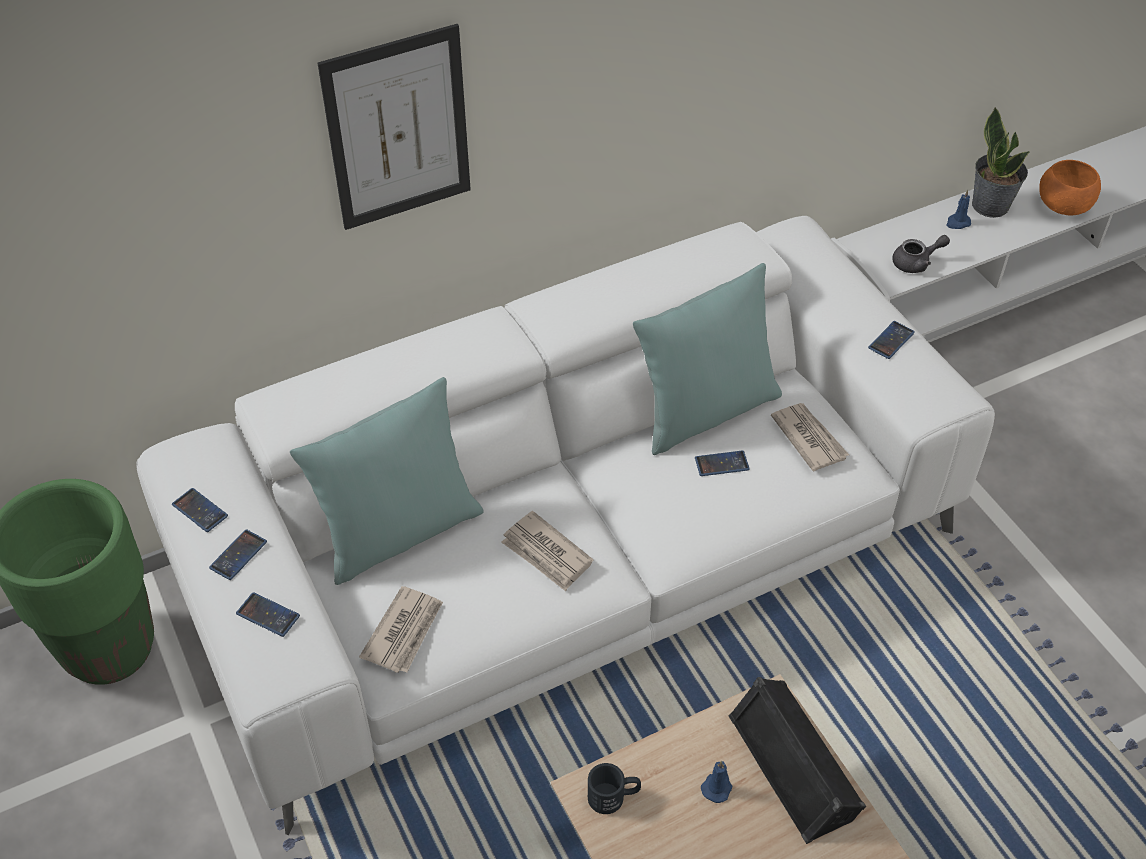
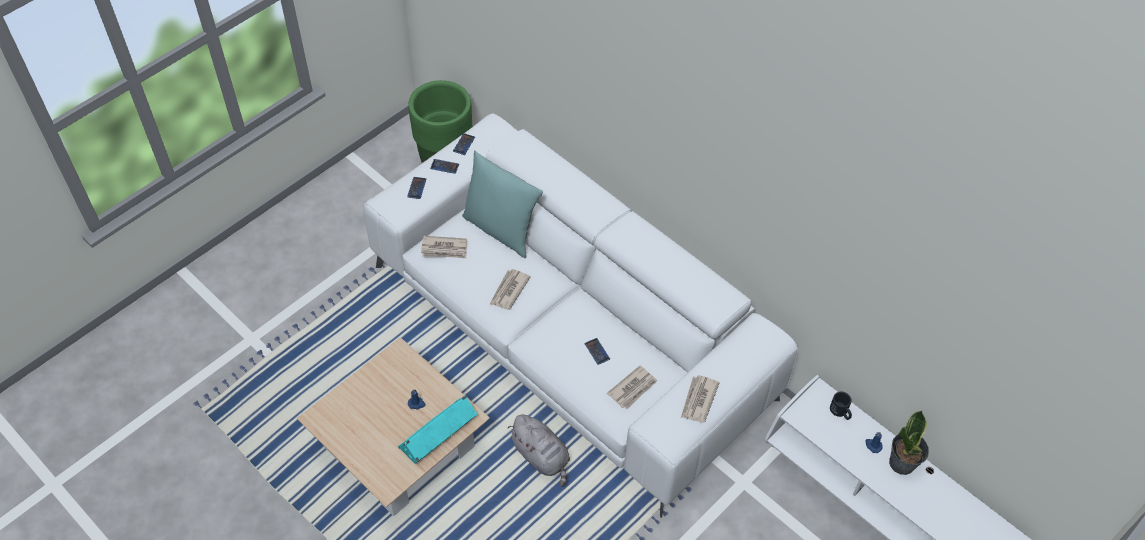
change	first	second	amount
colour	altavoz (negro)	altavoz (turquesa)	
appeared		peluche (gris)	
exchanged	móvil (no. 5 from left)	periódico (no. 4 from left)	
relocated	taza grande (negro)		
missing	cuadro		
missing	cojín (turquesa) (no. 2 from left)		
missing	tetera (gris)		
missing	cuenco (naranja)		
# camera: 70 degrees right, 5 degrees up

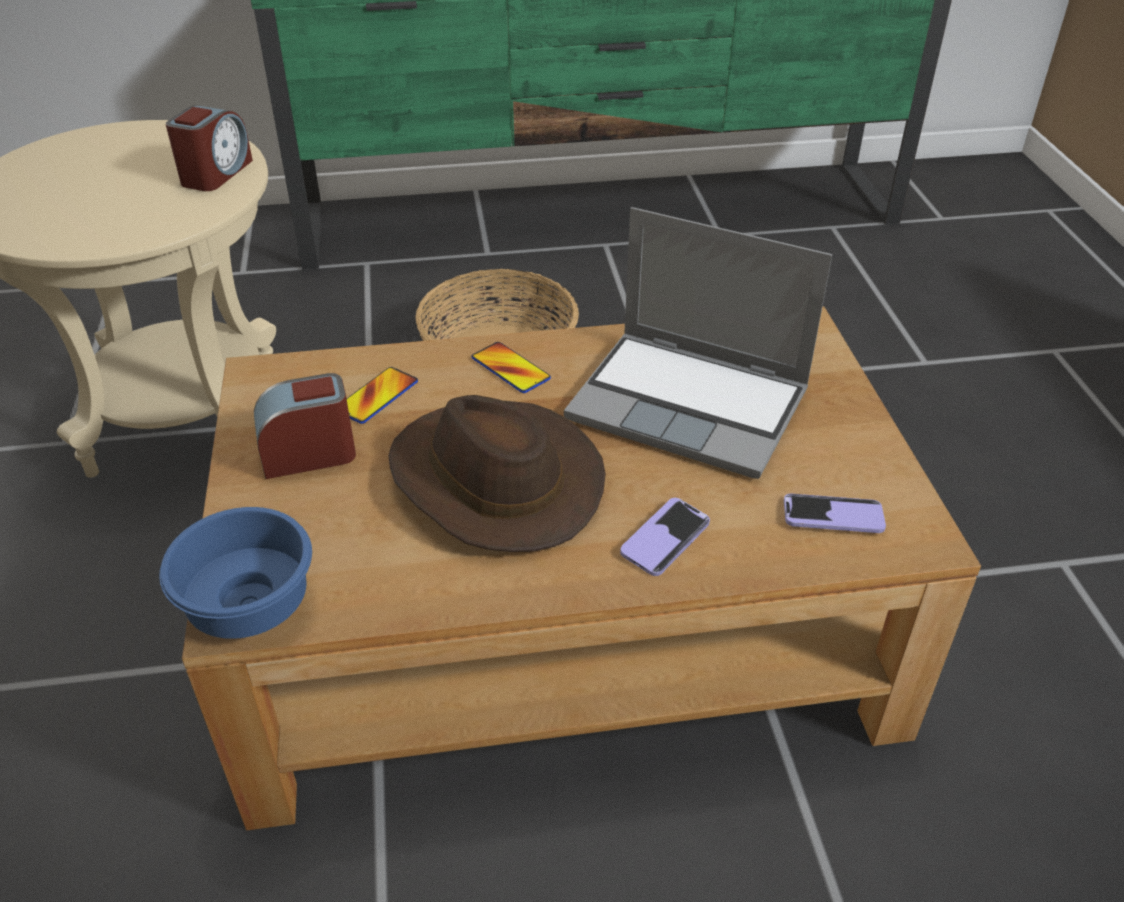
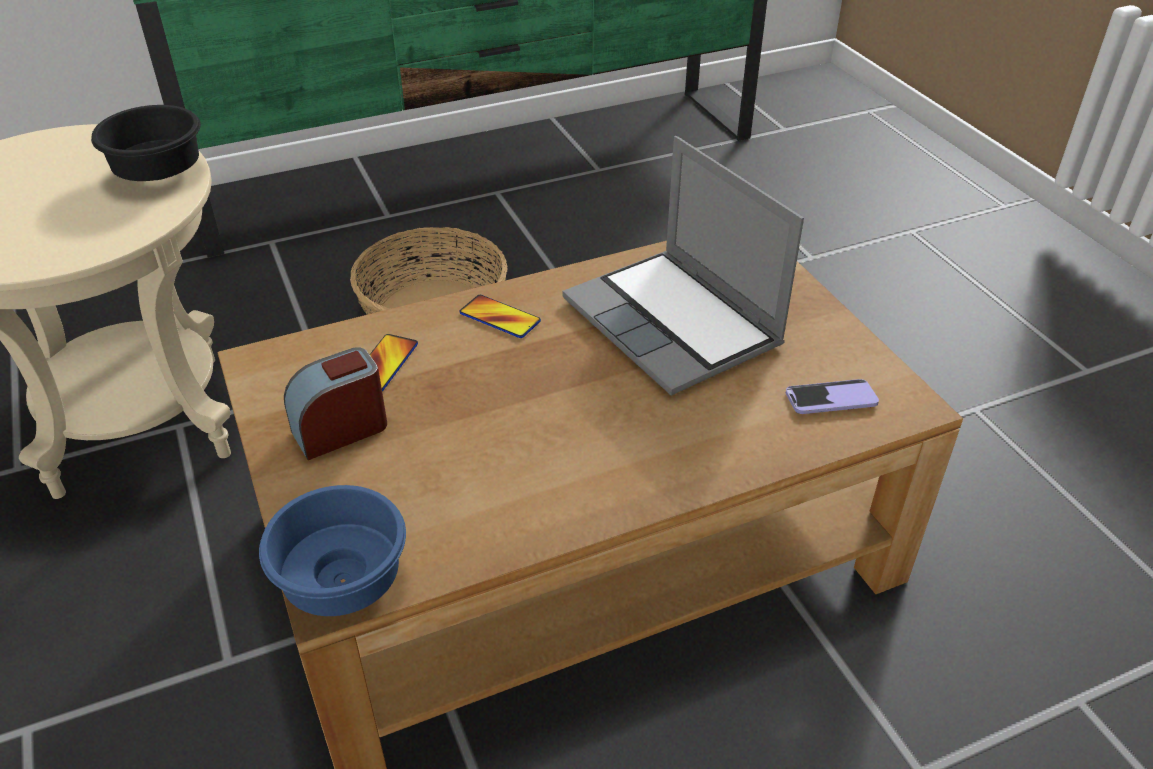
change	first	second	amount
exchanged	despertador (no. 1 from left)	cuenco (negro)	
spun	portátil		45 degrees clockwise
missing	sombrero (marrón)		
missing	móvil (no. 3 from left)		
# camera: 15 degrees left, 0 degrees up

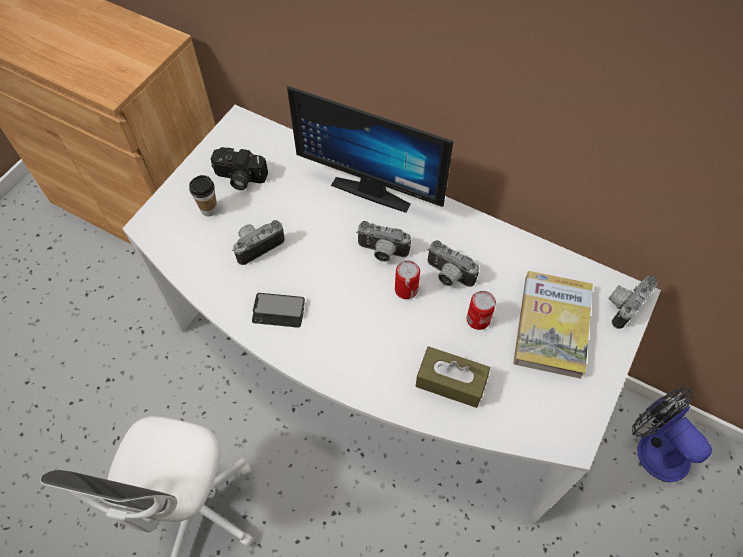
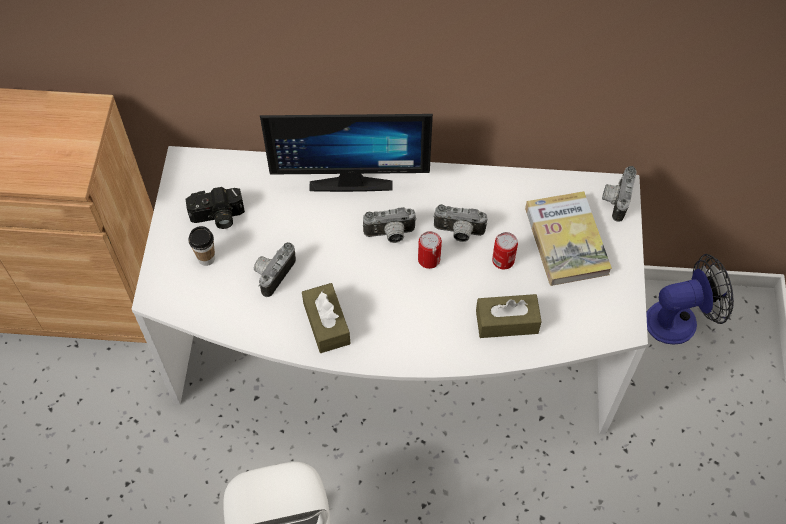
change	first	second	amount
exchanged	móvil	caja de pañuelos (marrón) (no. 1 from left)	
spun	ventilador		135 degrees clockwise
# camera: 25 degrees left, 0 degrees up

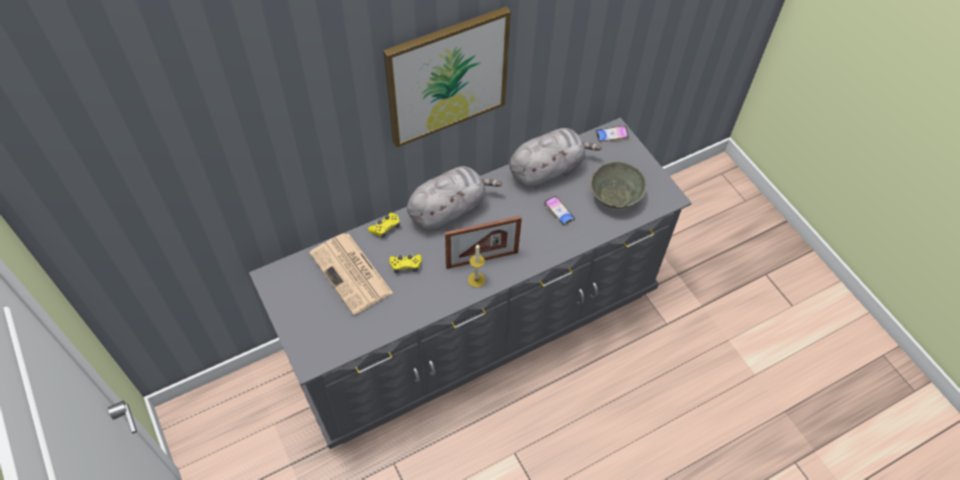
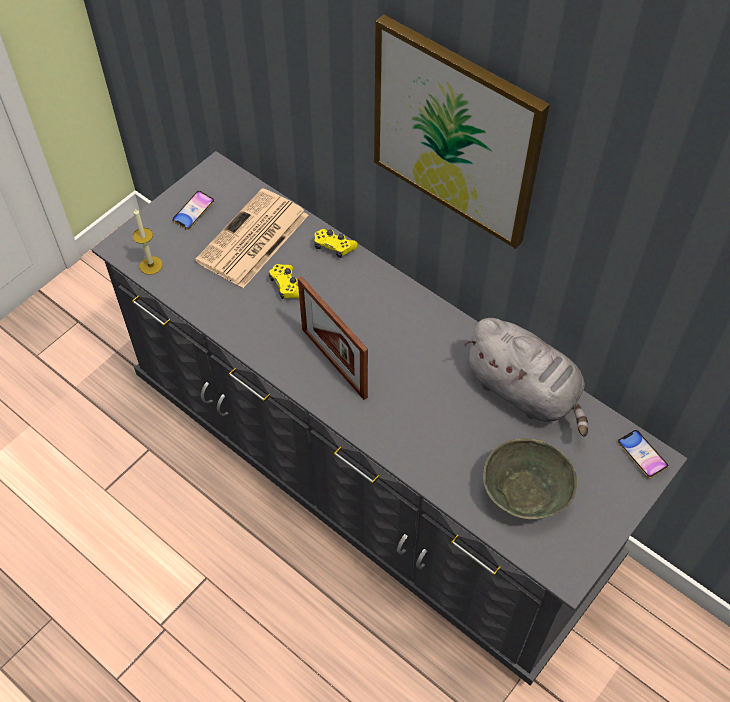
change	first	second	amount
relocated	vela		
relocated	móvil (no. 1 from left)		
missing	peluche (gris) (no. 1 from left)		
# camera: 70 degrees right, 0 degrees up

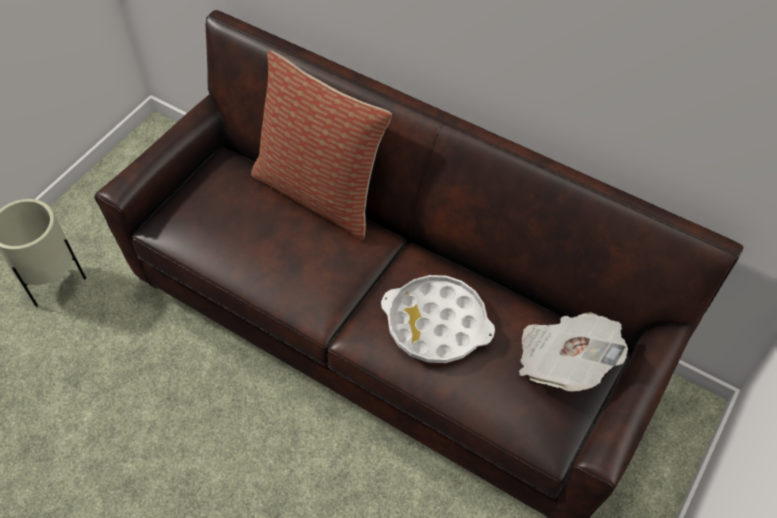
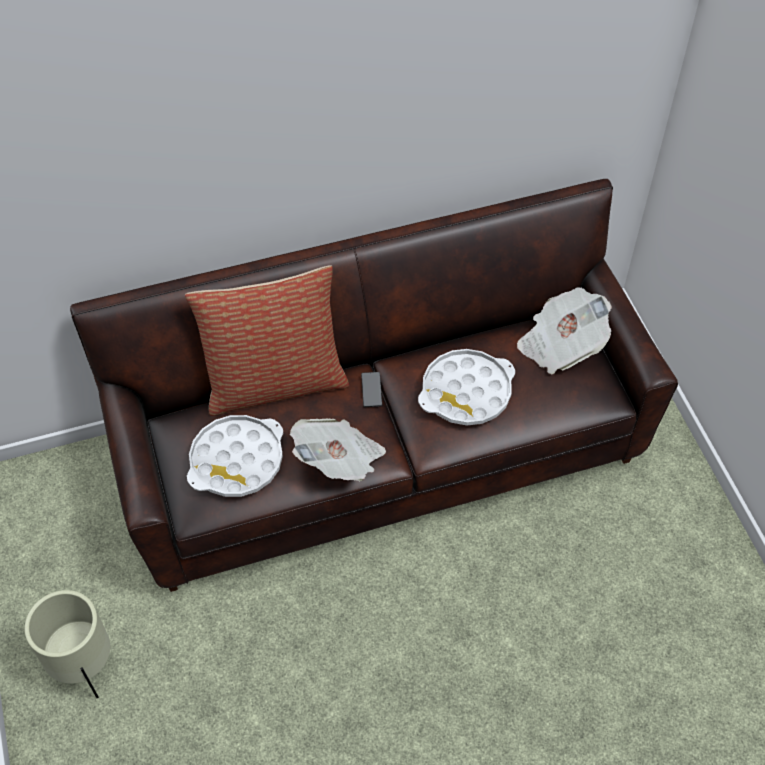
change	first	second	amount
appeared		bandeja (blanco) (no. 1 from left)	
appeared		periódico (no. 1 from left)	
appeared		móvil	
# camera: 50 degrees left, 0 degrees up

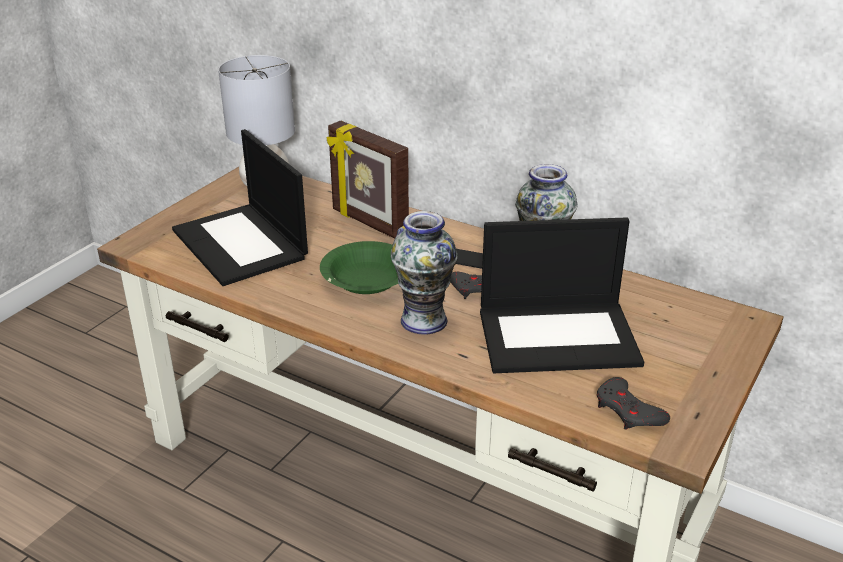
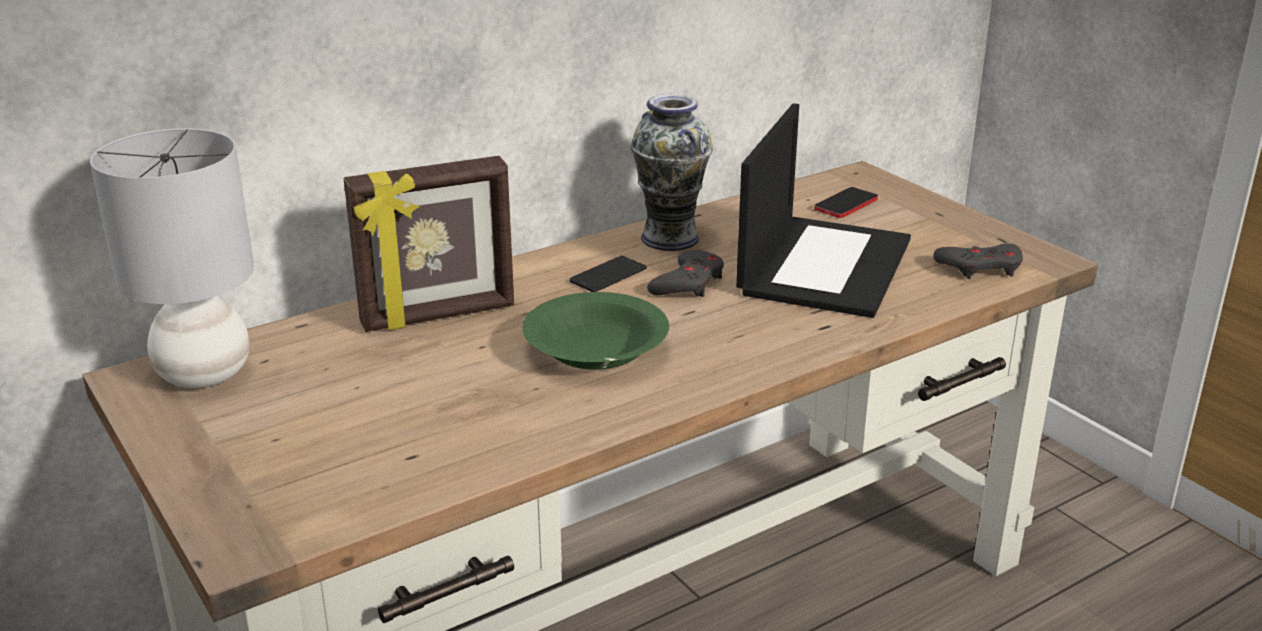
change	first	second	amount
appeared		móvil (no. 2 from left)	
missing	portátil (no. 1 from left)		
missing	florero (no. 1 from left)		
# camera: 65 degrees left, 5 degrees down

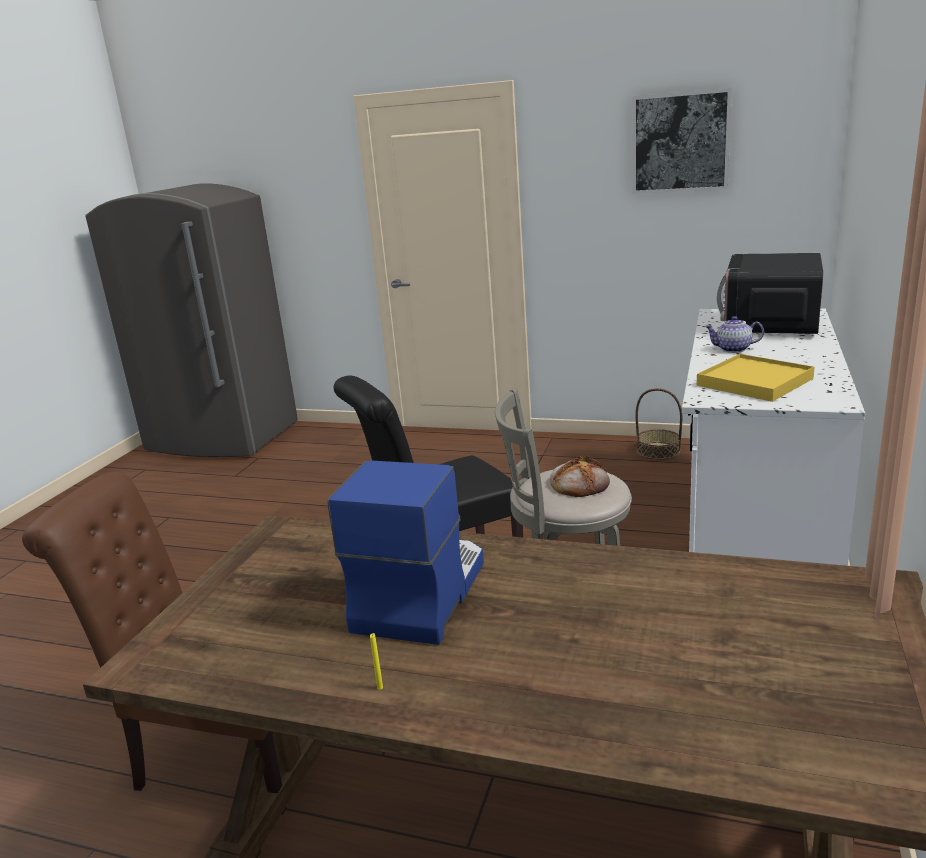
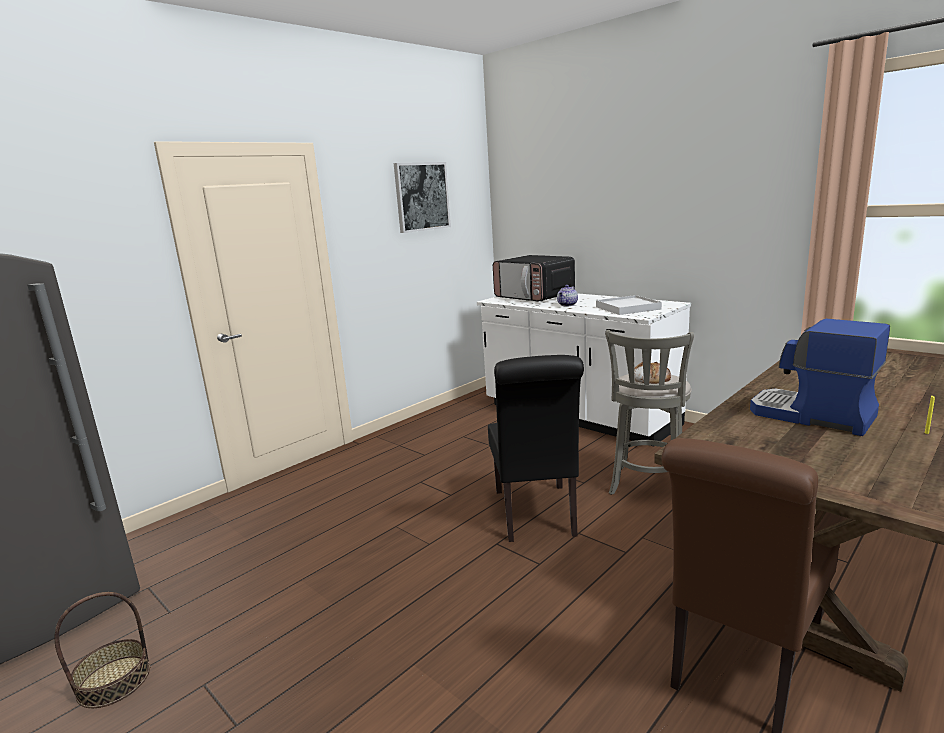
change	first	second	amount
relocated	cesta		
colour	bandeja (amarillo)	bandeja (blanco)	
# camera: 65 degrees left, 5 degrees down

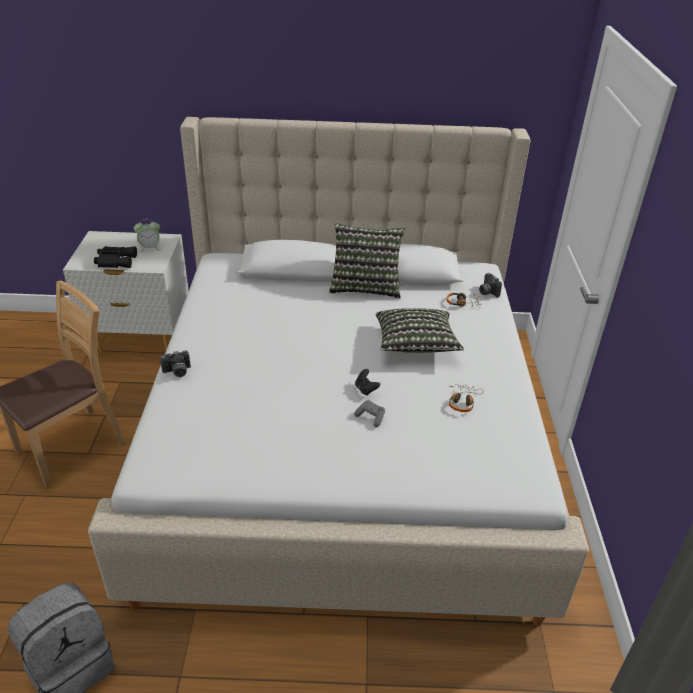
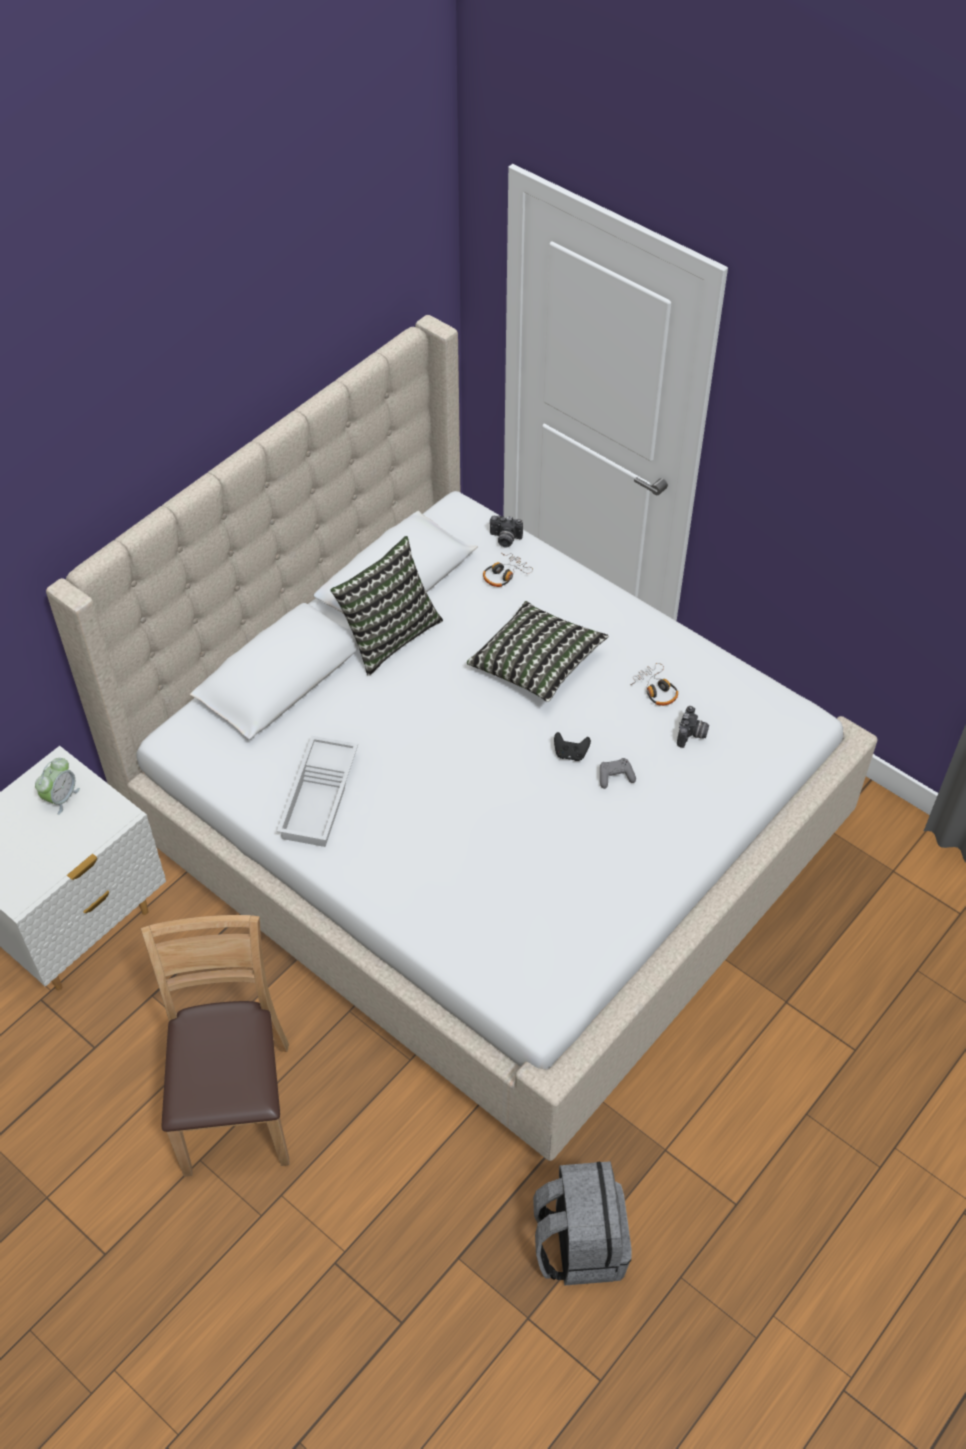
change	first	second	amount
appeared		bandeja (blanco)	
relocated	cámara (no. 1 from left in the first image)	cámara (no. 2 from left)	
missing	prismáticos (negro)		
# camera: 50 degrees left, 15 degrees up

